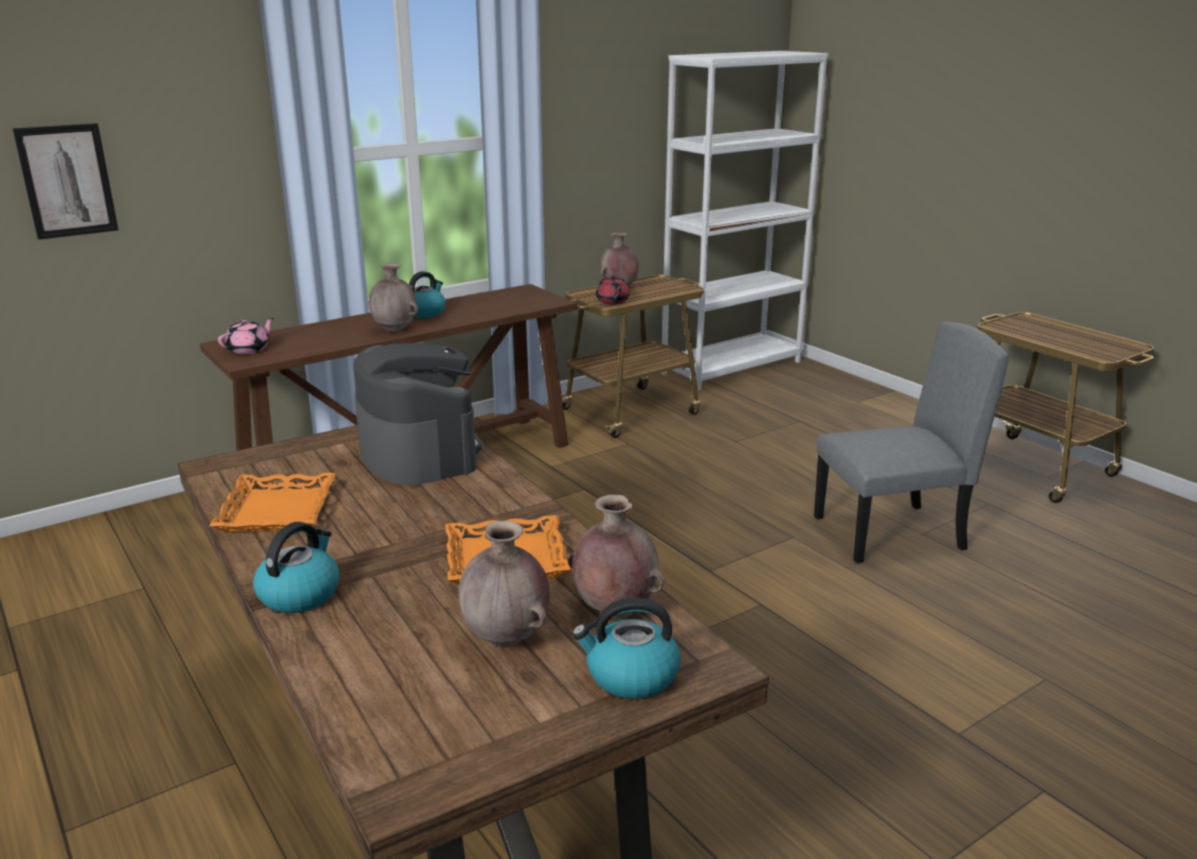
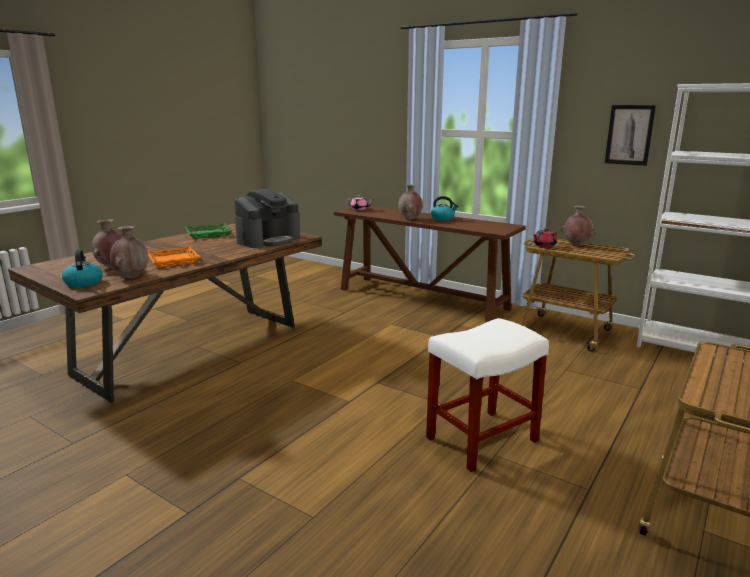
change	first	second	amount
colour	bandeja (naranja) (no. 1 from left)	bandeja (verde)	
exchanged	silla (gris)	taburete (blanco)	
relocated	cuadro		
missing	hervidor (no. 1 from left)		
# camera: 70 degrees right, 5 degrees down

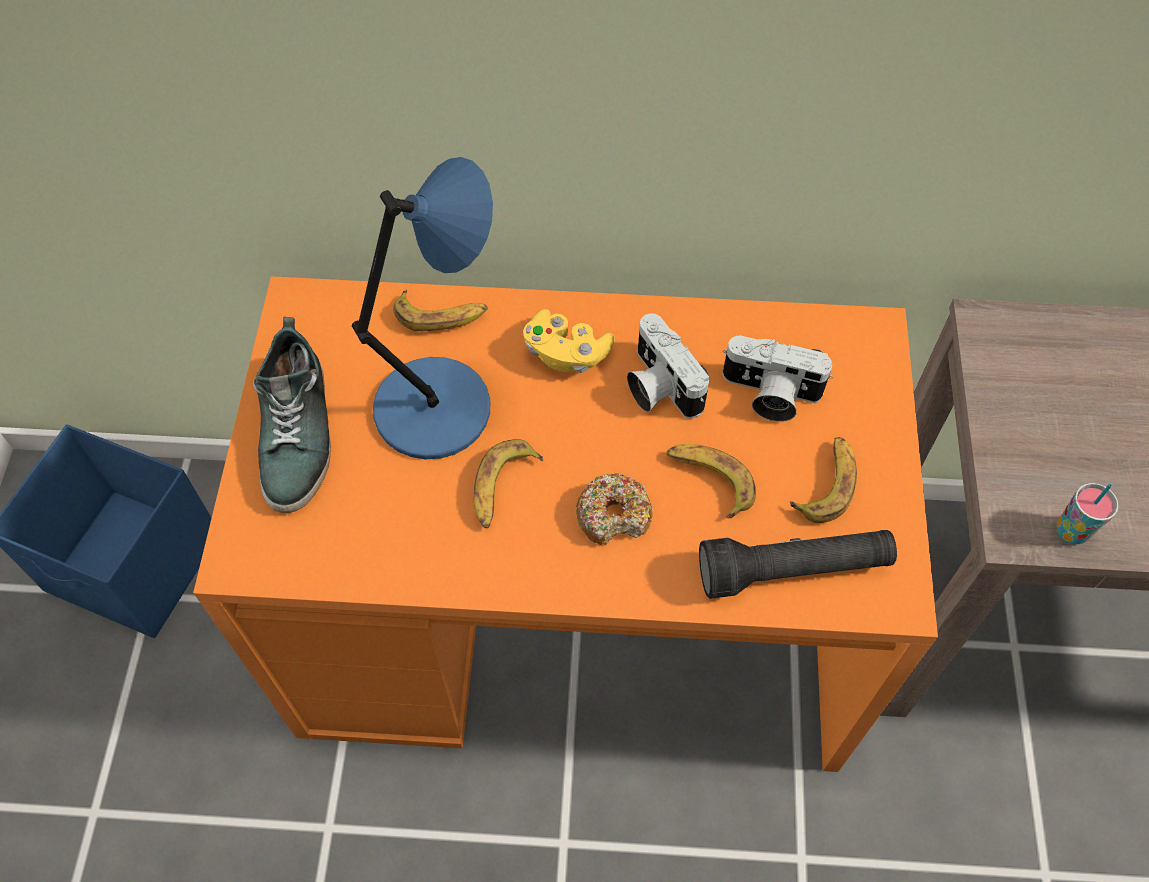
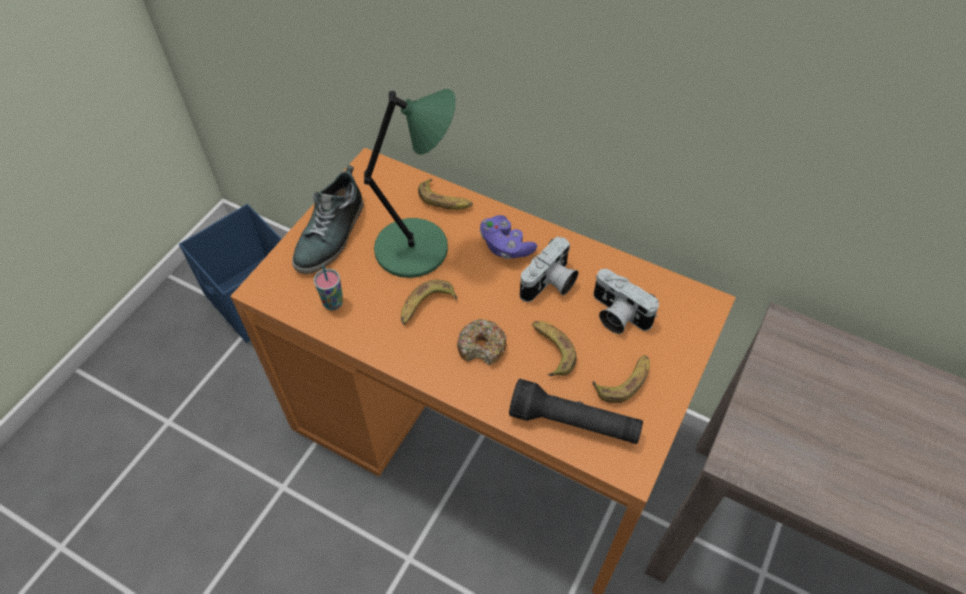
change	first	second	amount
relocated	taza		
colour	lámpara de mesa (azul)	lámpara de mesa (verde)	
colour	mando de consola (amarillo)	mando de consola (morado)	
spun	cámara (no. 1 from left)		135 degrees counterclockwise
# camera: 25 degrees right, 5 degrees down

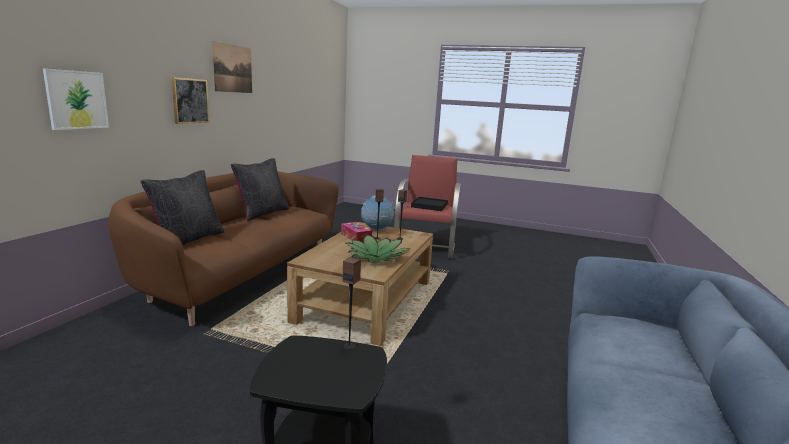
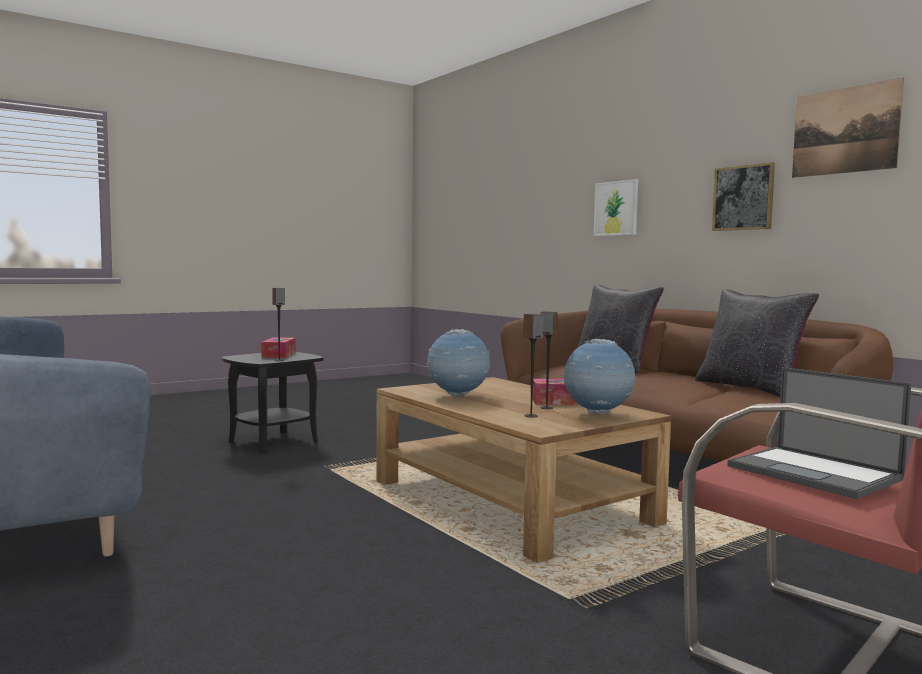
change	first	second	amount
appeared		caja de pañuelos (no. 1 from left)	
exchanged	planta en maceta	globo terráqueo (no. 1 from left)	
exchanged	bandeja (negro)	portátil	
# camera: 125 degrees right, 10 degrees down

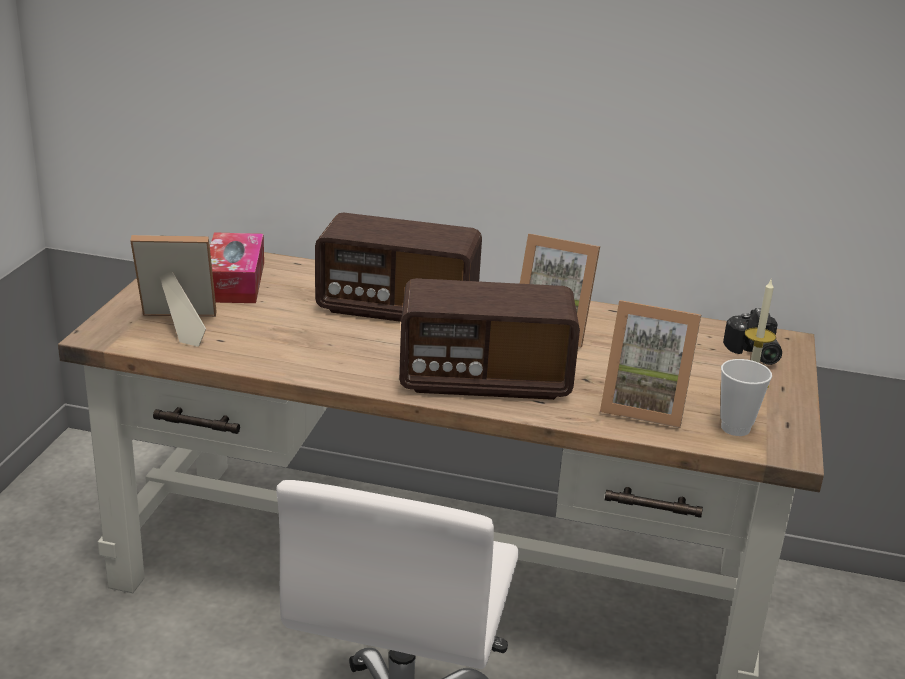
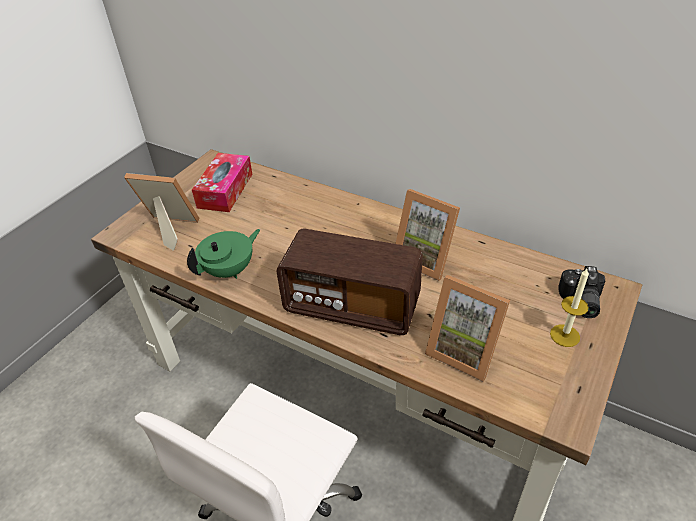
change	first	second	amount
appeared		tetera (verde)	
missing	radio (no. 1 from left)		
missing	taza		
# camera: 20 degrees right, 15 degrees up

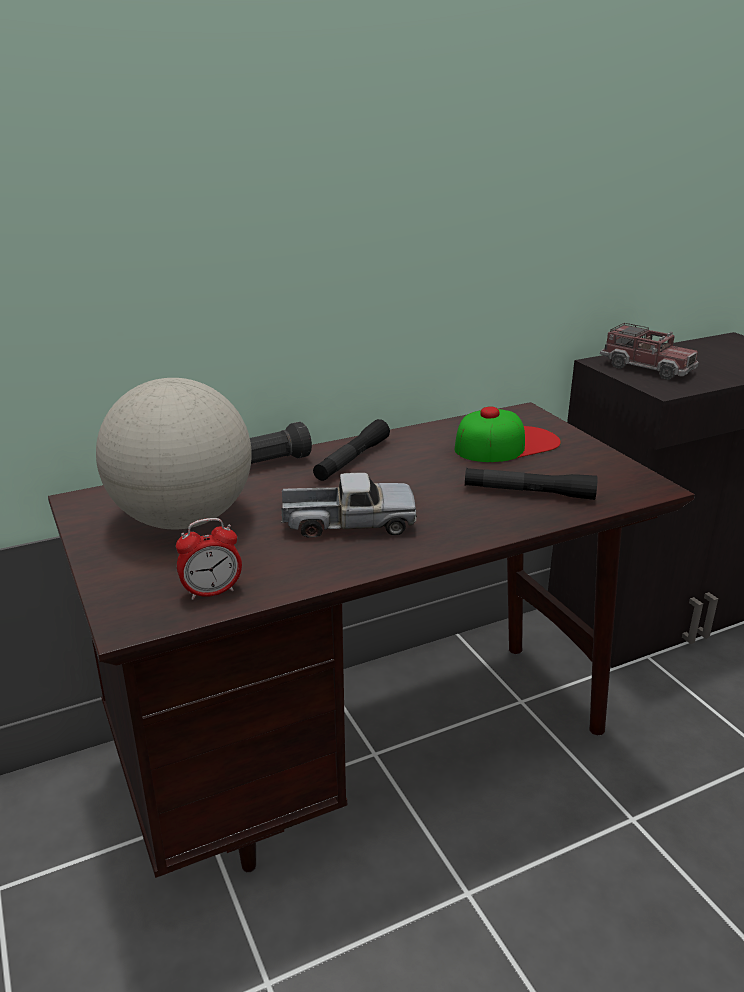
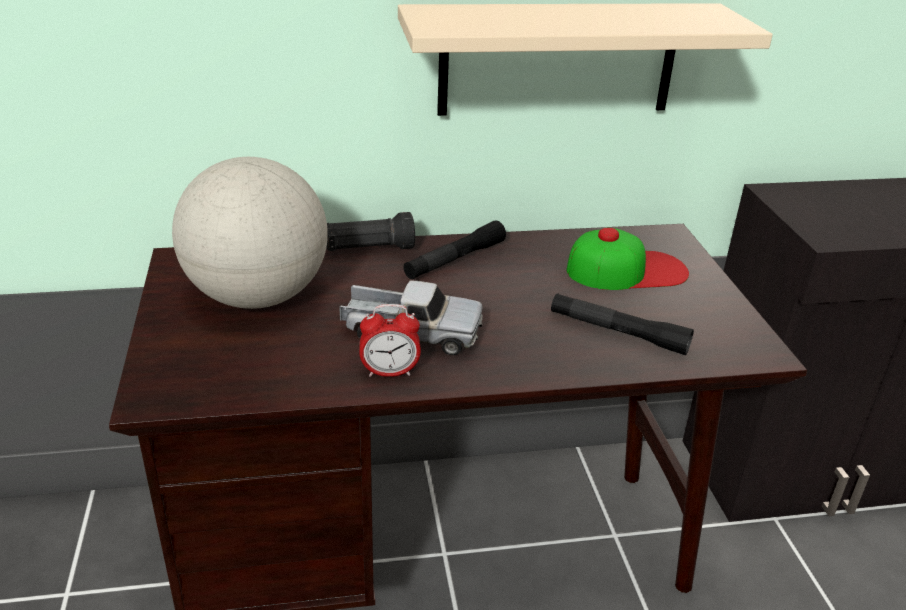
change	first	second	amount
relocated	despertador		
appeared		estante (beis)	
missing	camión de juguete (no. 2 from left)		
# camera: 15 degrees right, 5 degrees up

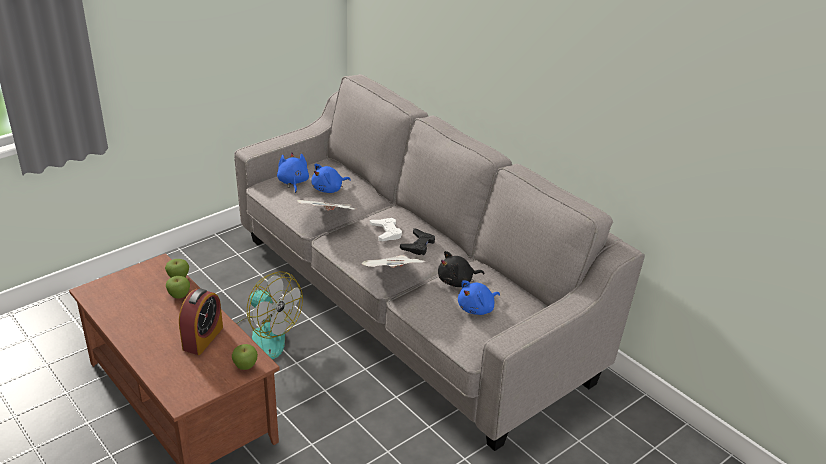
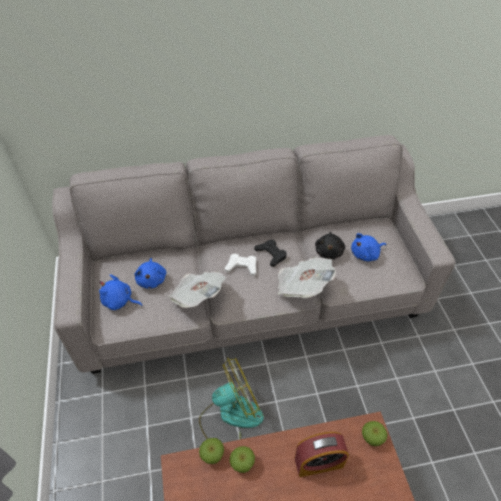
change	first	second	amount
spun	despertador		120 degrees clockwise
spun	peluche (azul) (no. 3 from left)		75 degrees clockwise
# camera: 60 degrees left, 15 degrees up

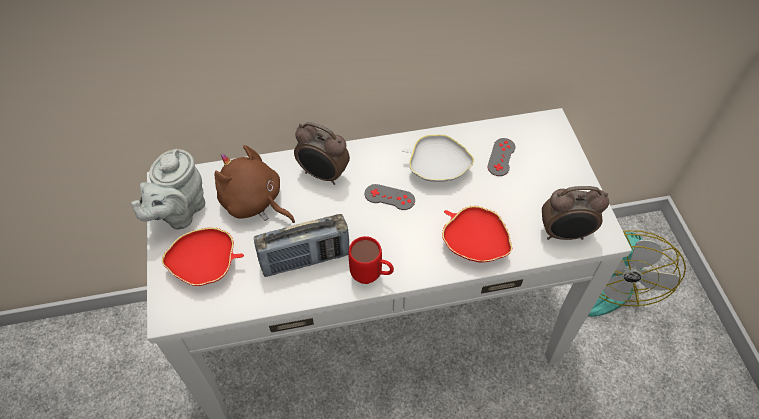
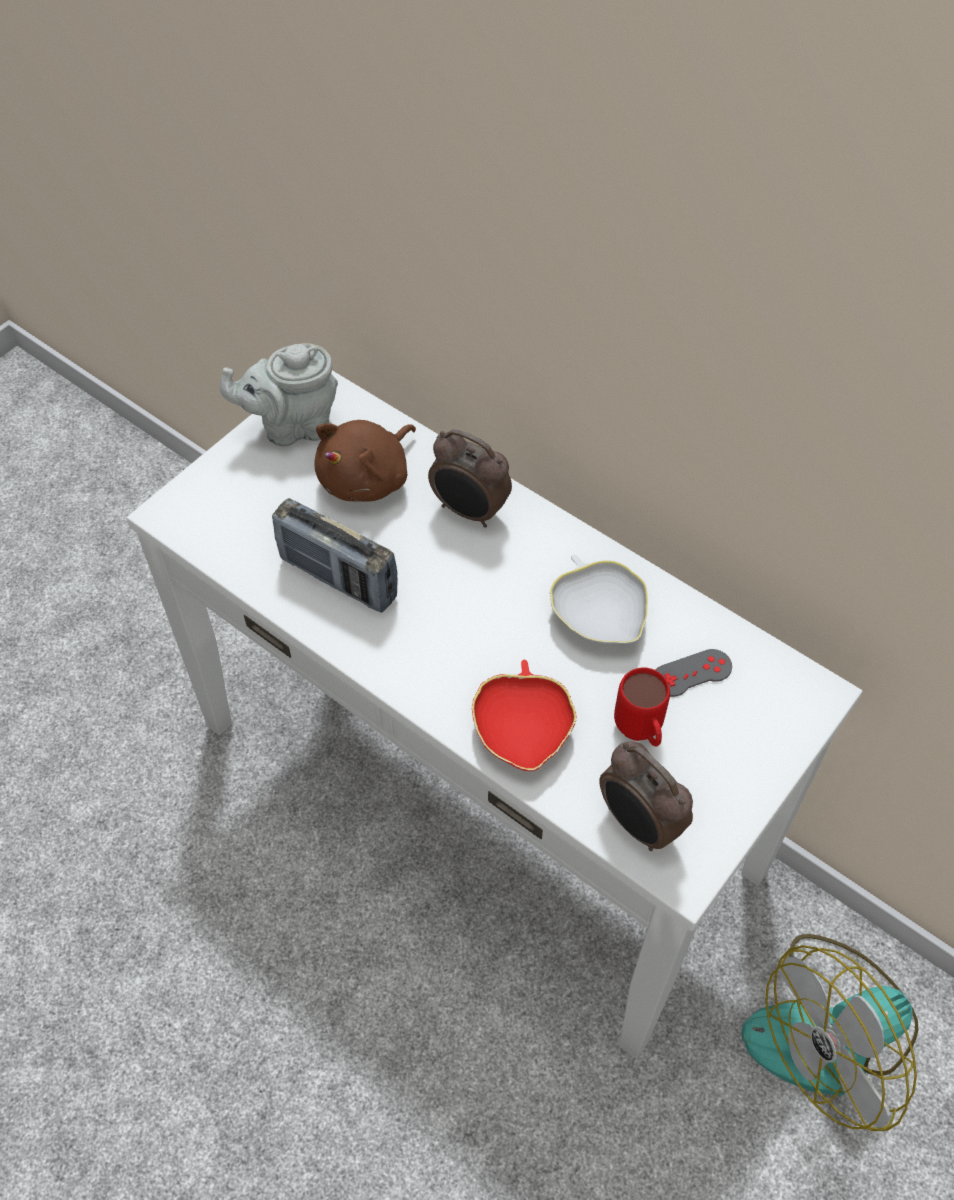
change	first	second	amount
spun	peluche (marrón)		135 degrees counterclockwise
spun	despertador (no. 1 from left)		45 degrees counterclockwise
relocated	taza grande (rojo)		
missing	cuenco (rojo) (no. 1 from left)		
missing	mando de consola (gris) (no. 1 from left)		
# camera: 50 degrees right, 0 degrees up

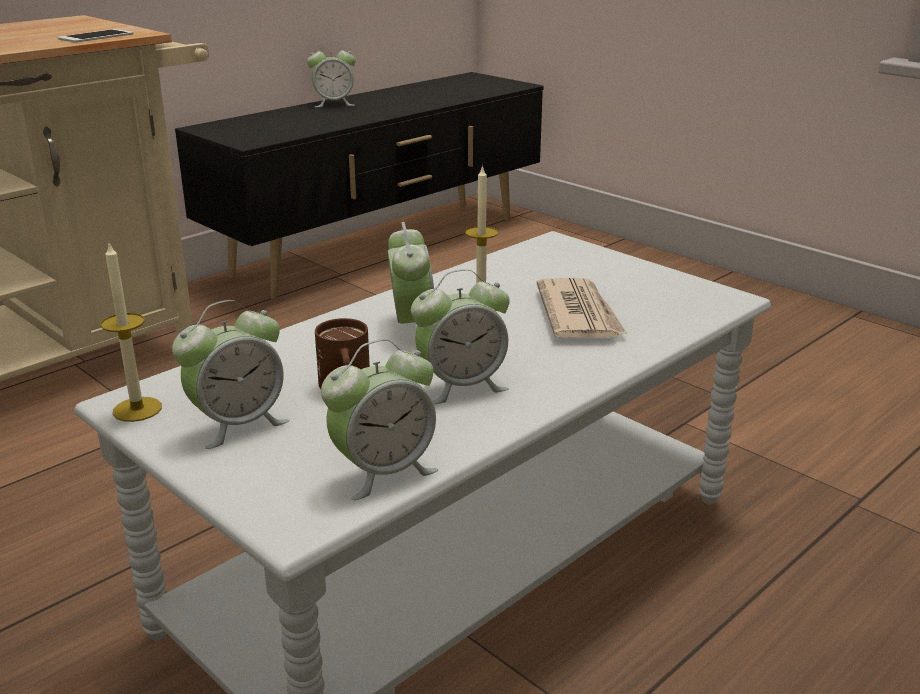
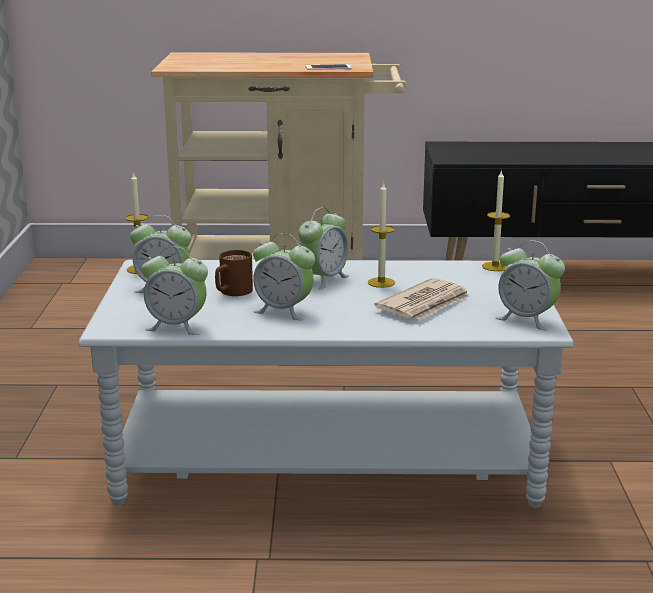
change	first	second	amount
appeared		vela (no. 3 from left)	
relocated	despertador (no. 2 from left in the first image)	despertador (no. 5 from left)	
# camera: 45 degrees right, 5 degrees down

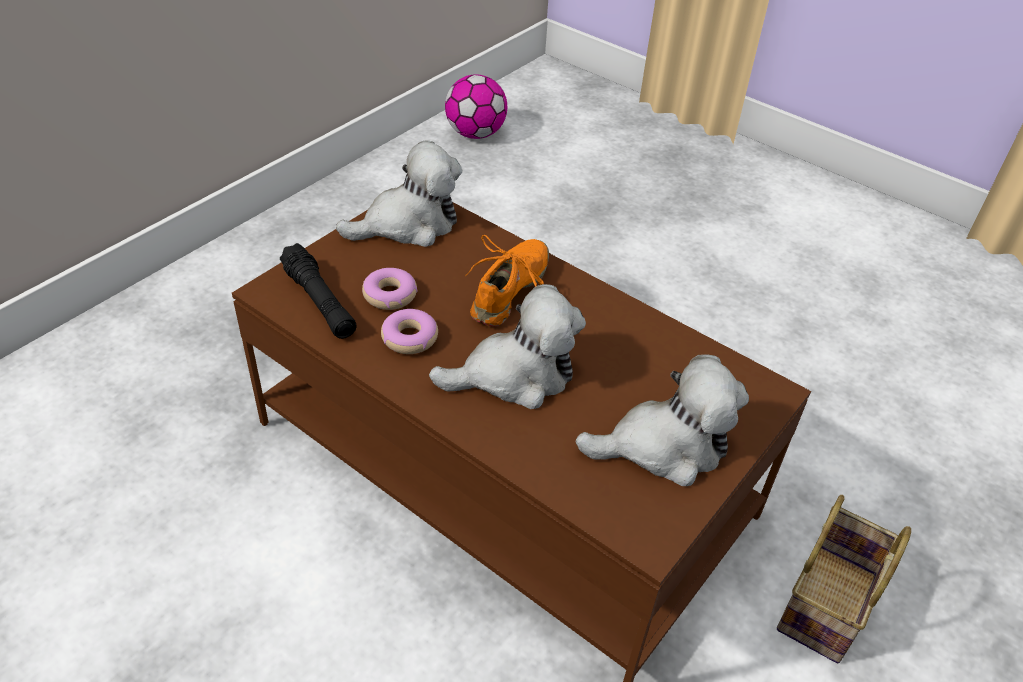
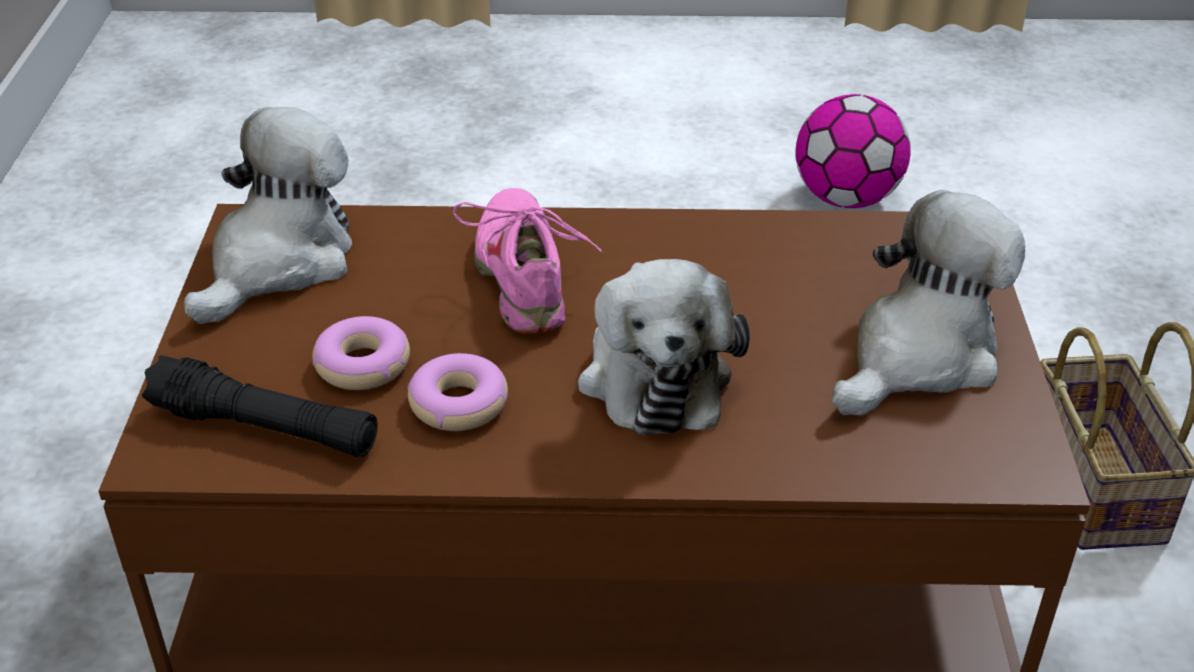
change	first	second	amount
colour	zapato (naranja)	zapato (rosa)	
spun	peluche (no. 2 from left)		135 degrees clockwise
relocated	balón de fútbol		
# camera: 35 degrees left, 5 degrees down

